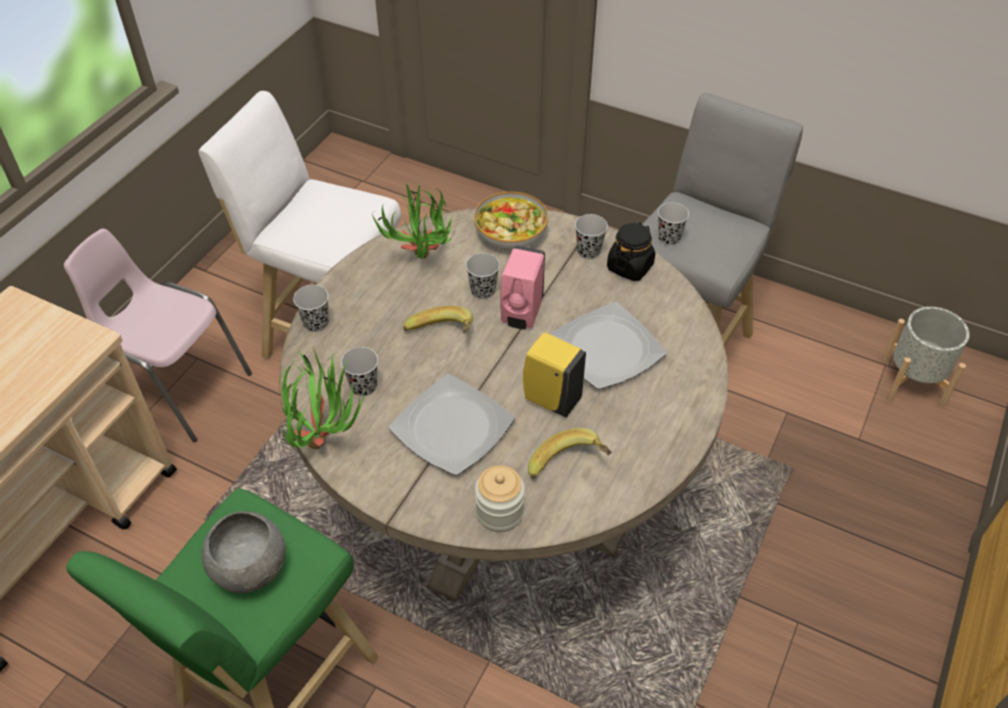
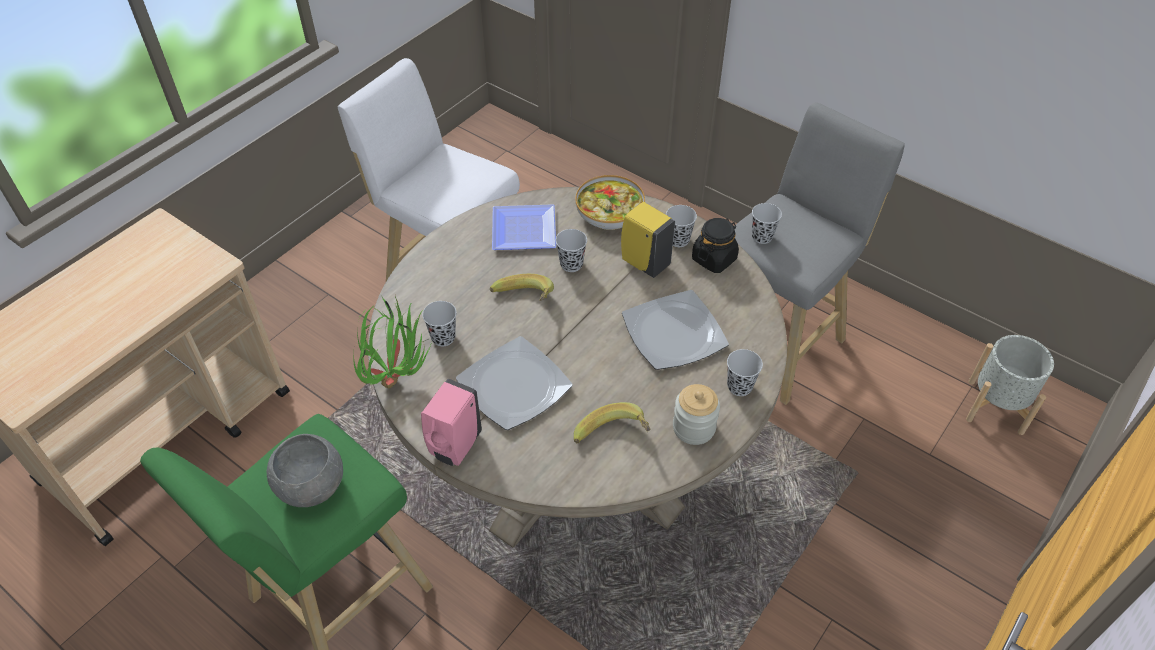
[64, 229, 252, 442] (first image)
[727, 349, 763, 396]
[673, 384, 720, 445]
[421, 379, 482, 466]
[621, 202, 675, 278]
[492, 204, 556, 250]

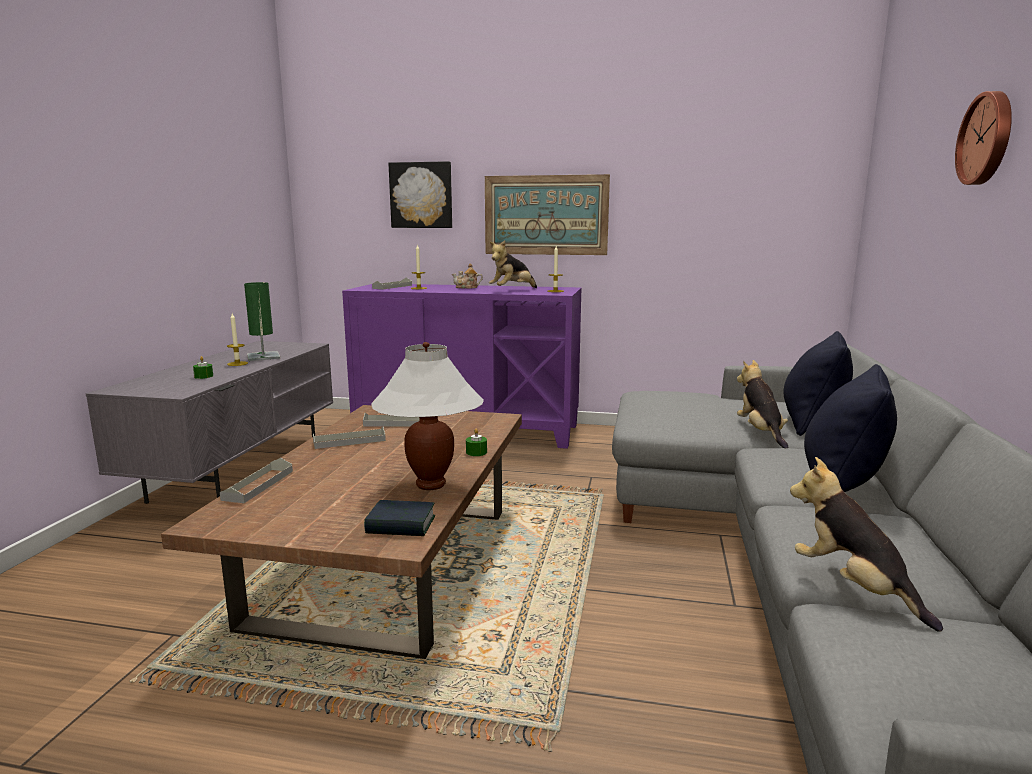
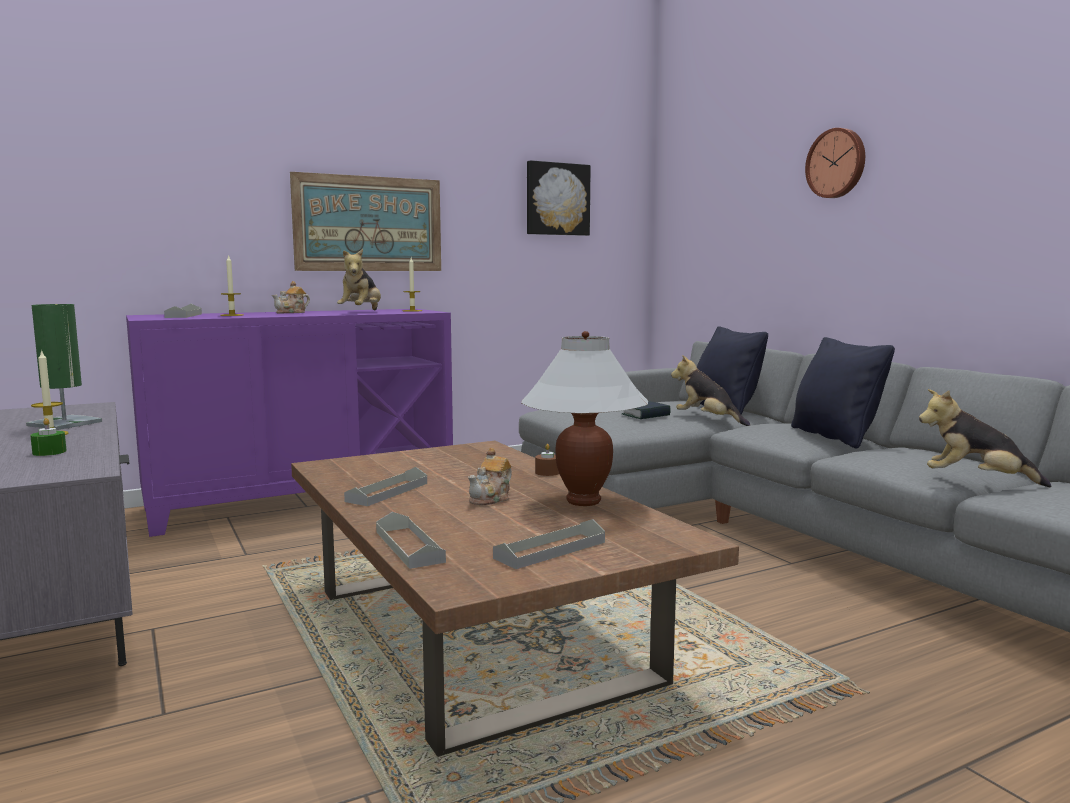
[468, 448, 512, 505]
[493, 519, 605, 569]
[622, 401, 671, 419]
[527, 160, 591, 236]
[535, 444, 559, 476]

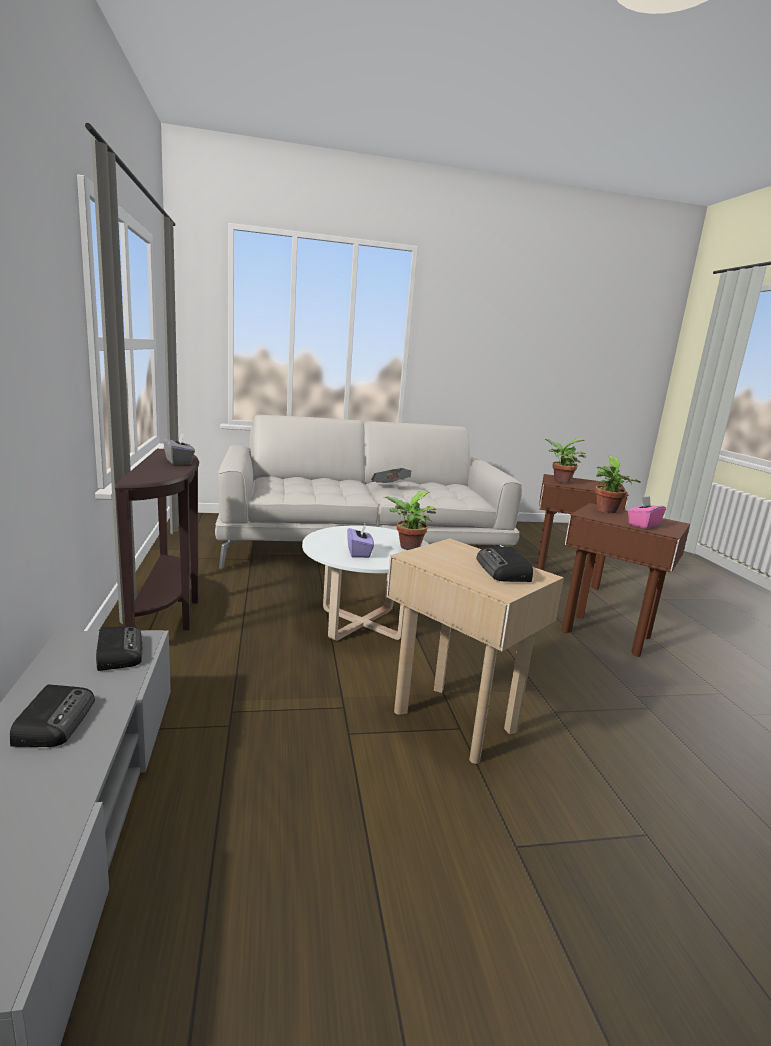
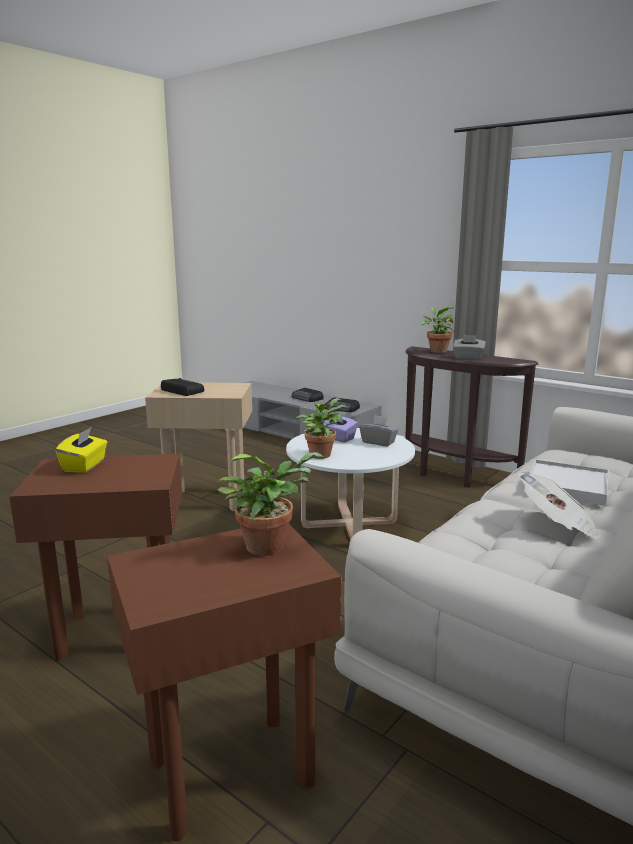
[359, 415, 398, 447]
[525, 459, 609, 506]
[421, 306, 455, 353]
[56, 428, 107, 473]

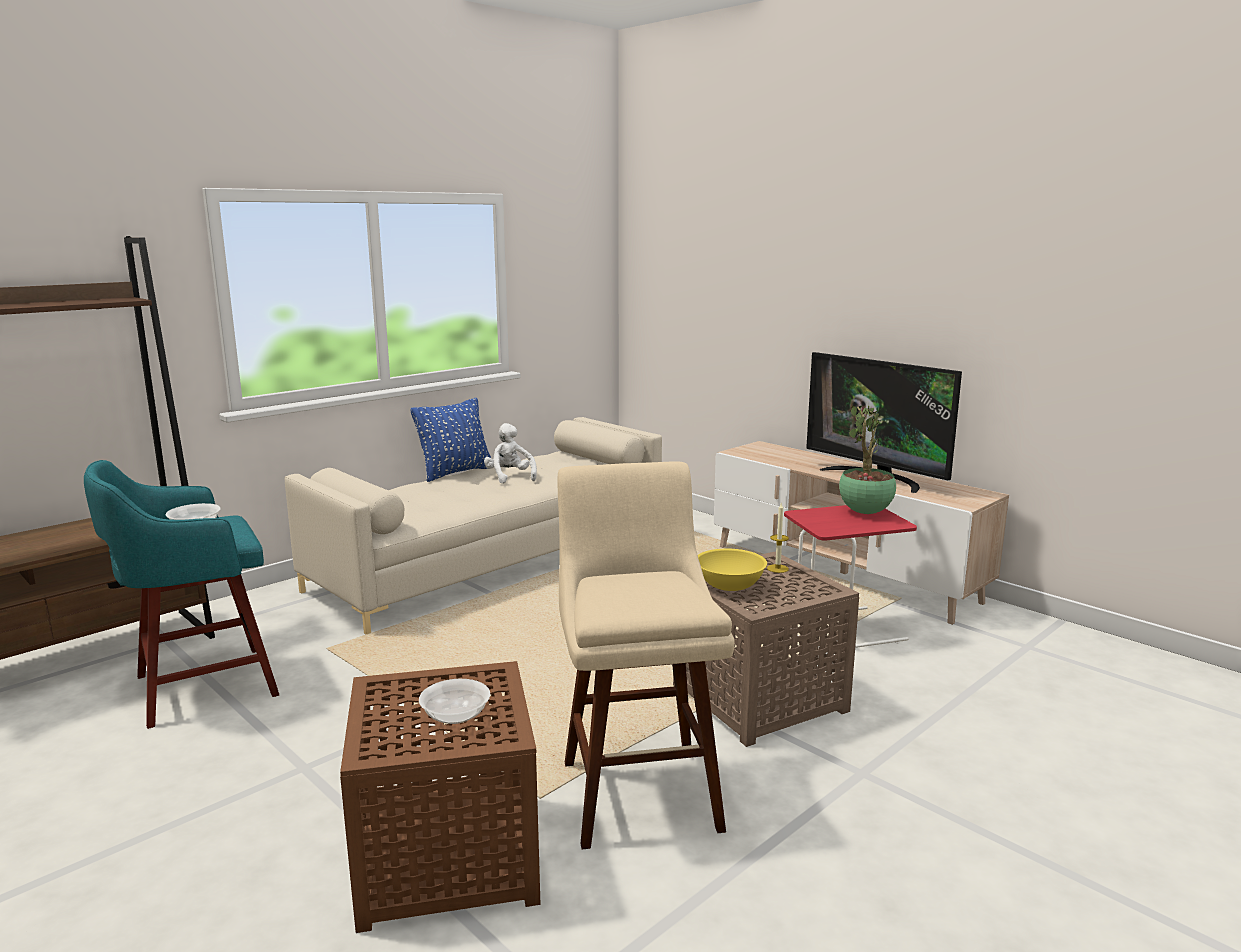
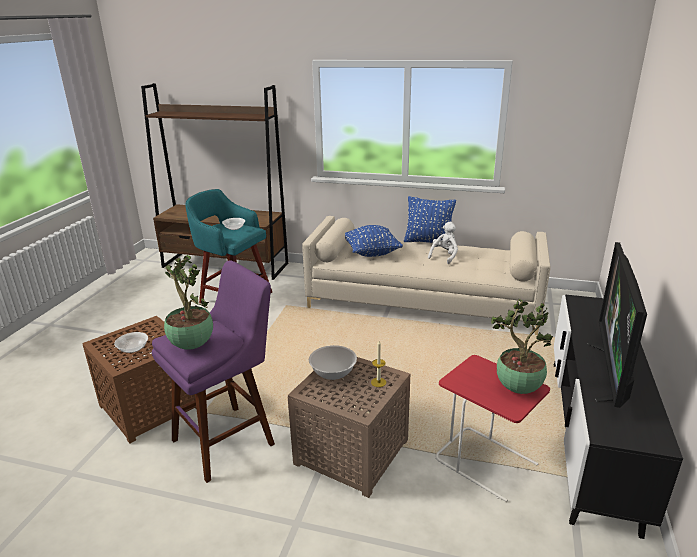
[164, 255, 213, 350]
[345, 225, 403, 257]
[152, 260, 275, 483]
[309, 345, 357, 380]
[554, 295, 683, 539]

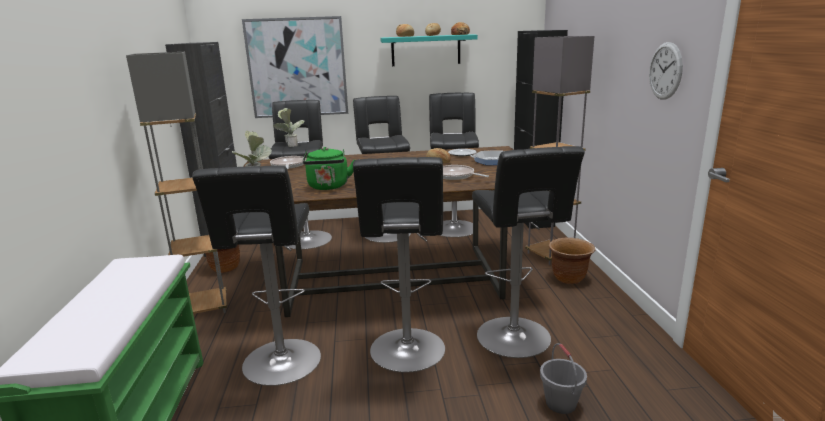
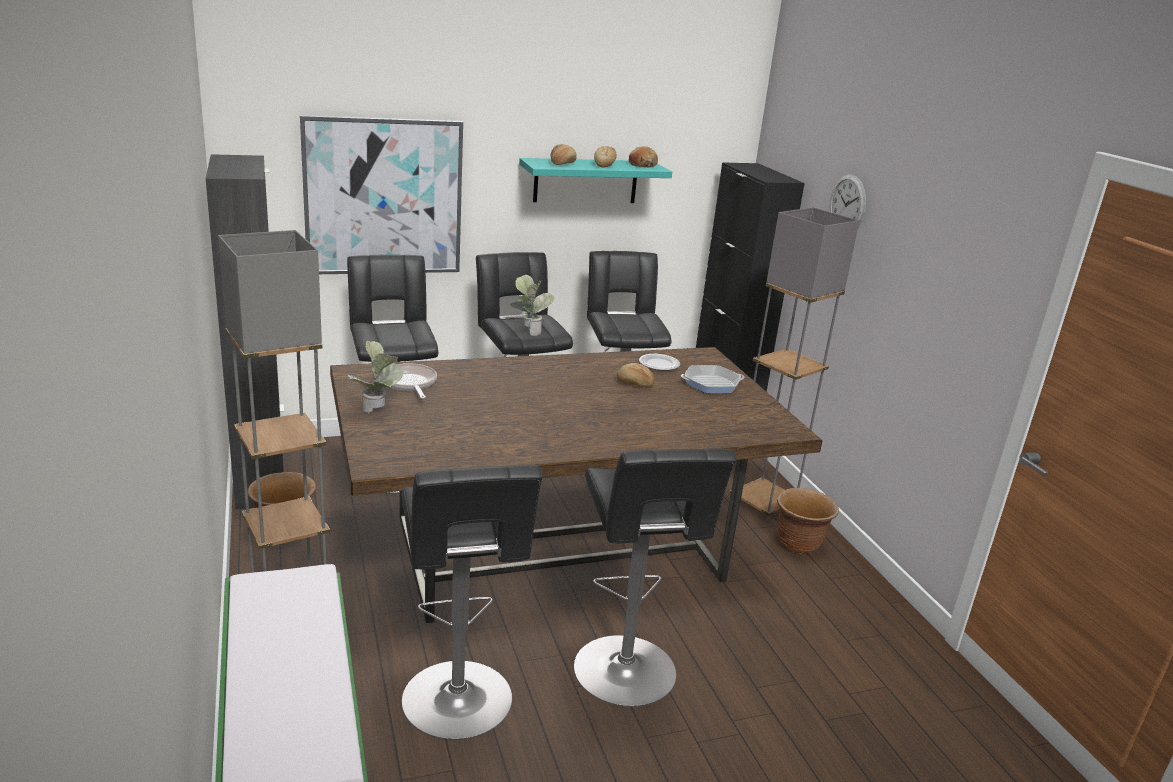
[303, 147, 355, 190] (first image)
[443, 165, 489, 180] (first image)
[472, 146, 585, 358] (first image)
[540, 343, 587, 414] (first image)
[510, 275, 555, 336]
[830, 174, 866, 228]

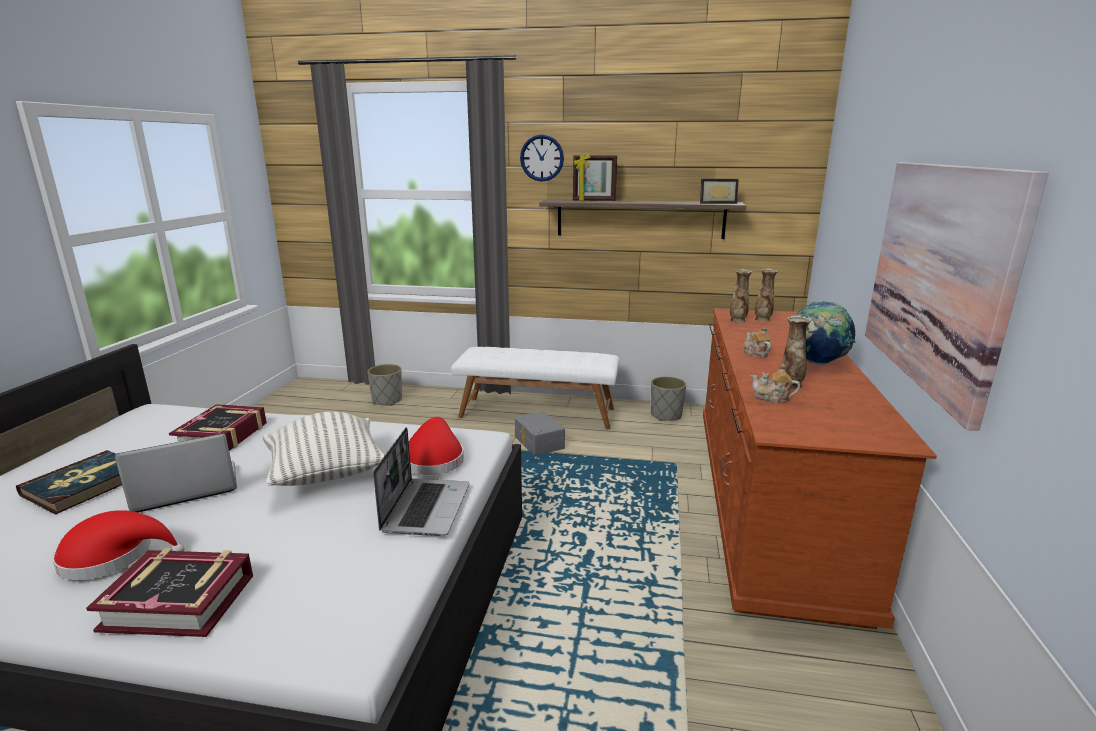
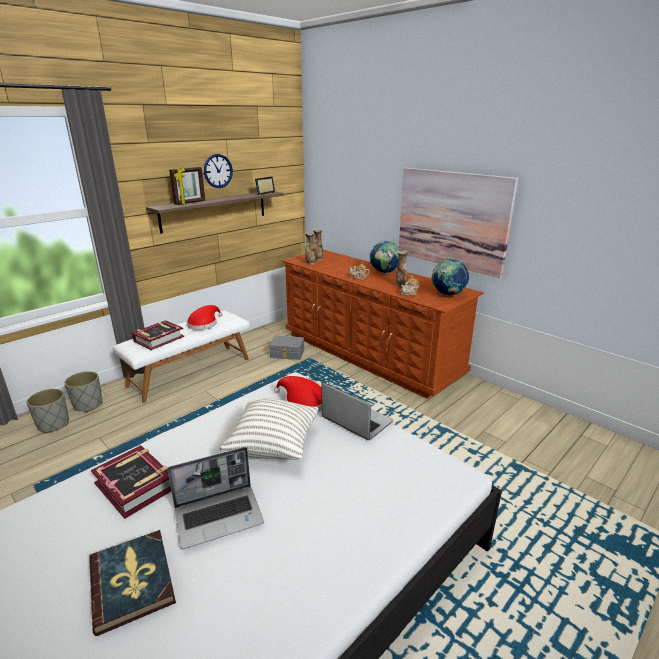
[431, 258, 469, 296]
[187, 305, 223, 330]
[132, 320, 184, 350]
[269, 336, 304, 360]
[204, 154, 233, 188]
[65, 371, 103, 412]
[167, 447, 264, 549]

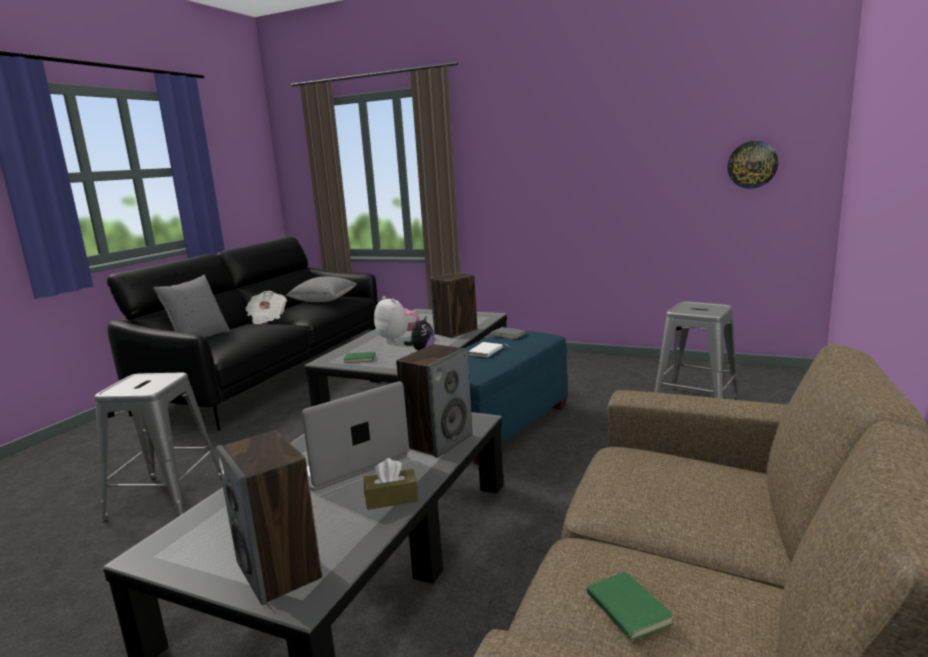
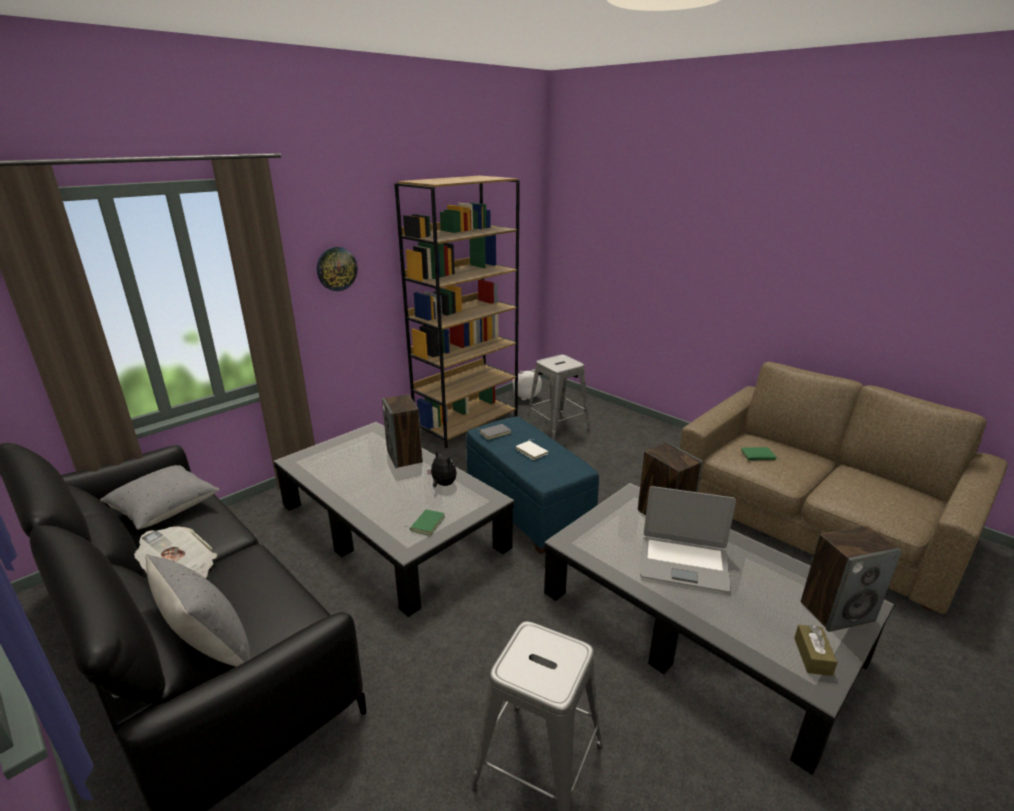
[394, 176, 520, 448]
[794, 625, 838, 676]
[512, 369, 542, 400]
[741, 447, 779, 461]
[317, 247, 357, 291]
[640, 486, 736, 592]

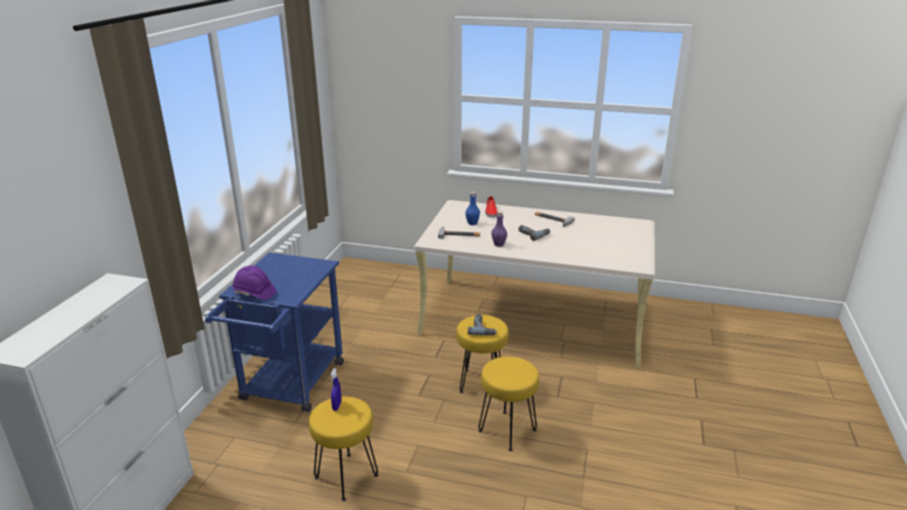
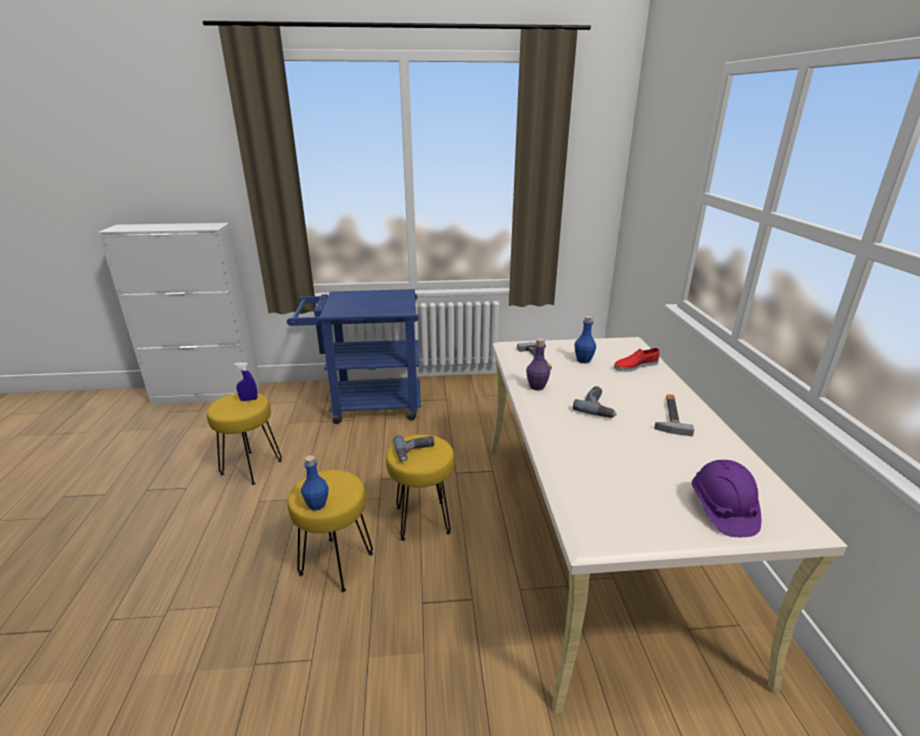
[301, 455, 329, 511]
[692, 460, 761, 537]

